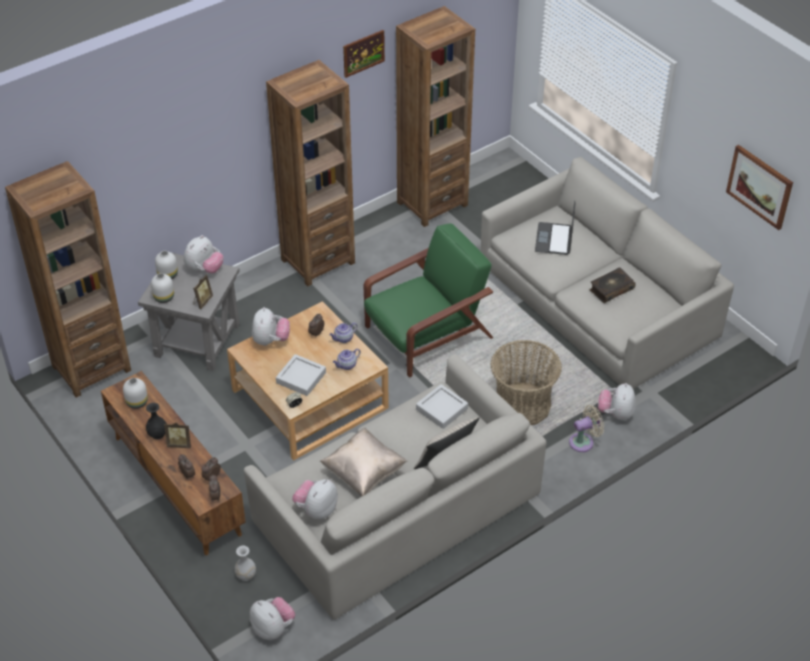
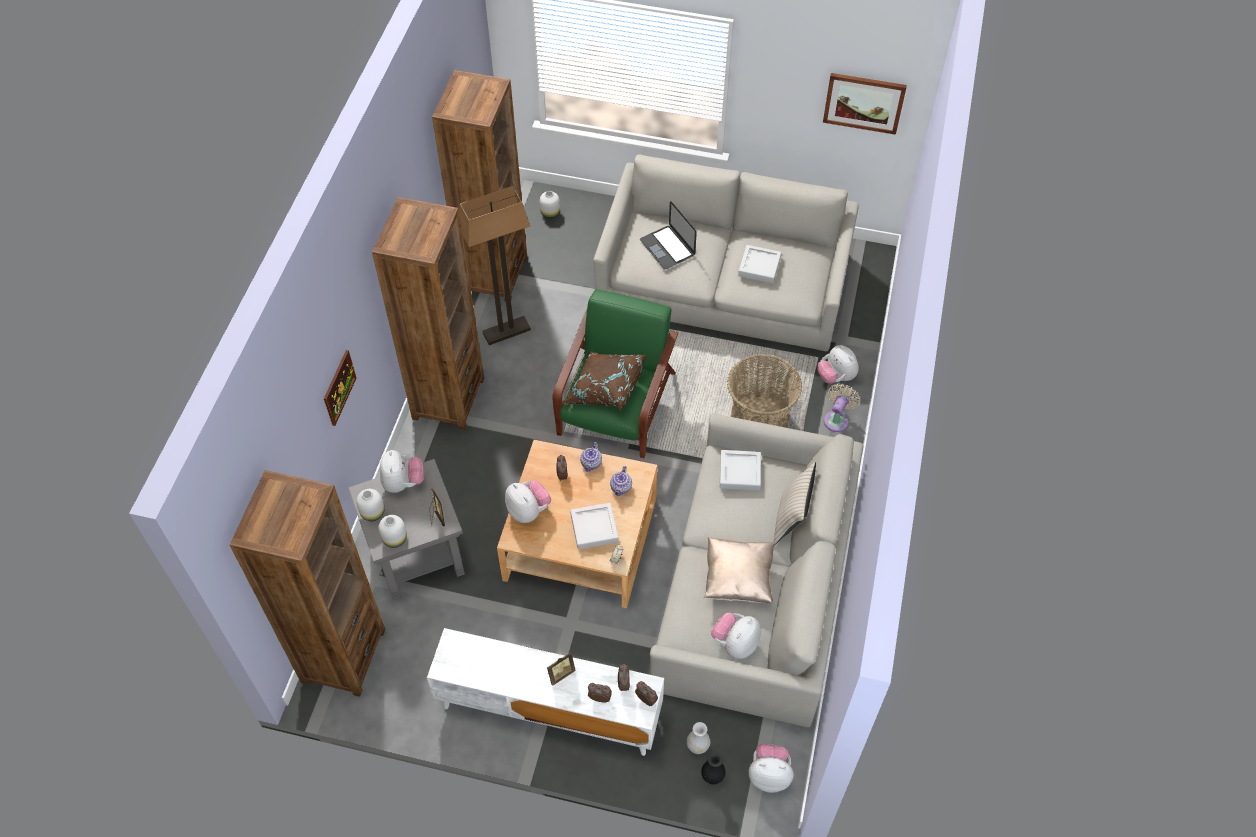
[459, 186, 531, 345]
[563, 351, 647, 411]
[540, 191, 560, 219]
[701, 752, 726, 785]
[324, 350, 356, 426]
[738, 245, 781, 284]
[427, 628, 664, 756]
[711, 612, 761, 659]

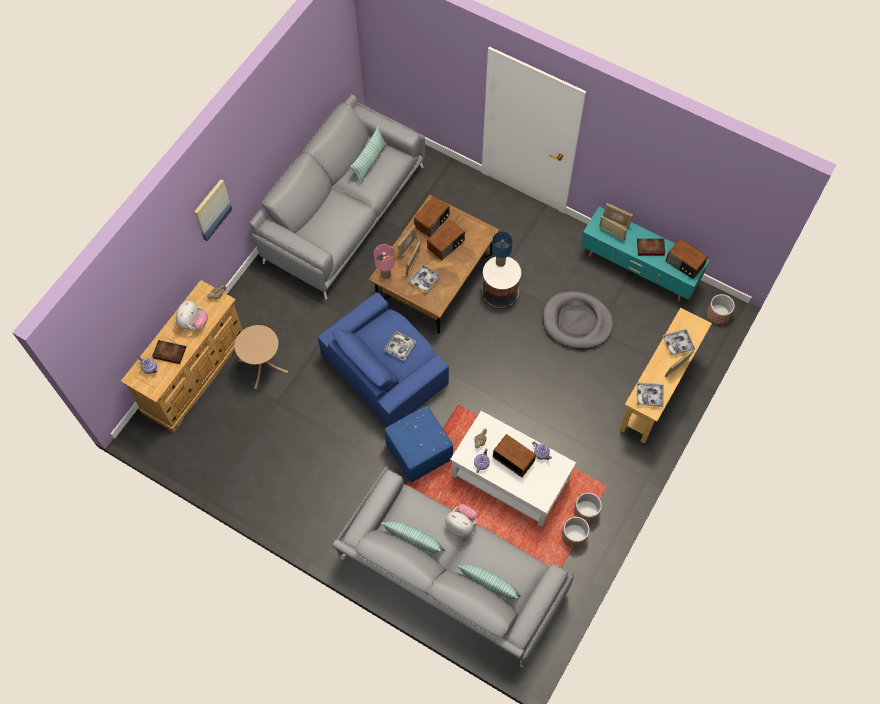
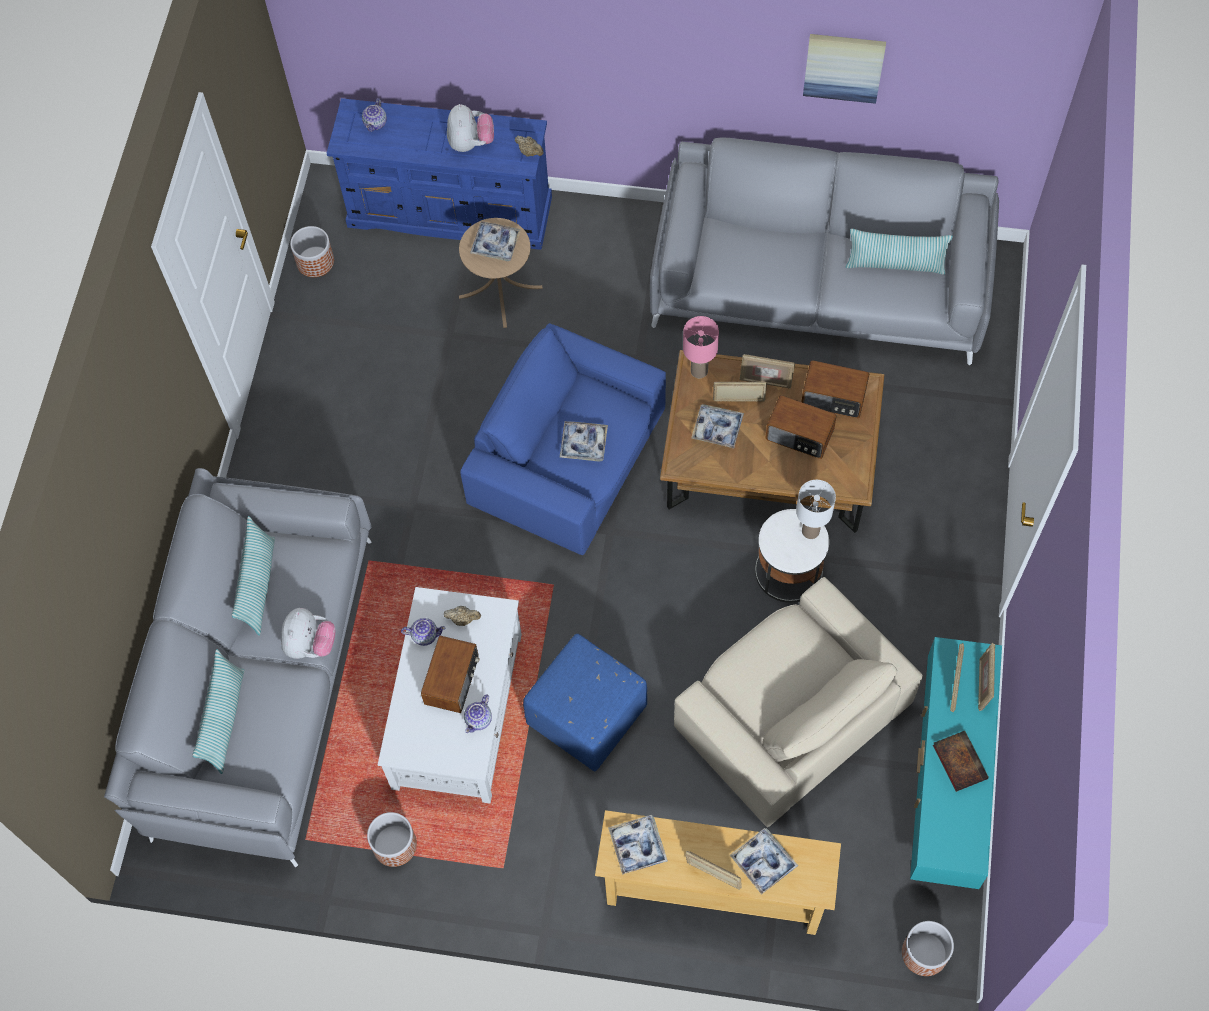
[152, 340, 186, 364] (first image)
[666, 239, 708, 279] (first image)
[470, 221, 521, 261]
[803, 34, 886, 104]
[523, 634, 647, 771]
[290, 226, 334, 277]
[674, 577, 923, 827]
[327, 98, 552, 250]
[796, 480, 836, 539]
[447, 104, 494, 152]

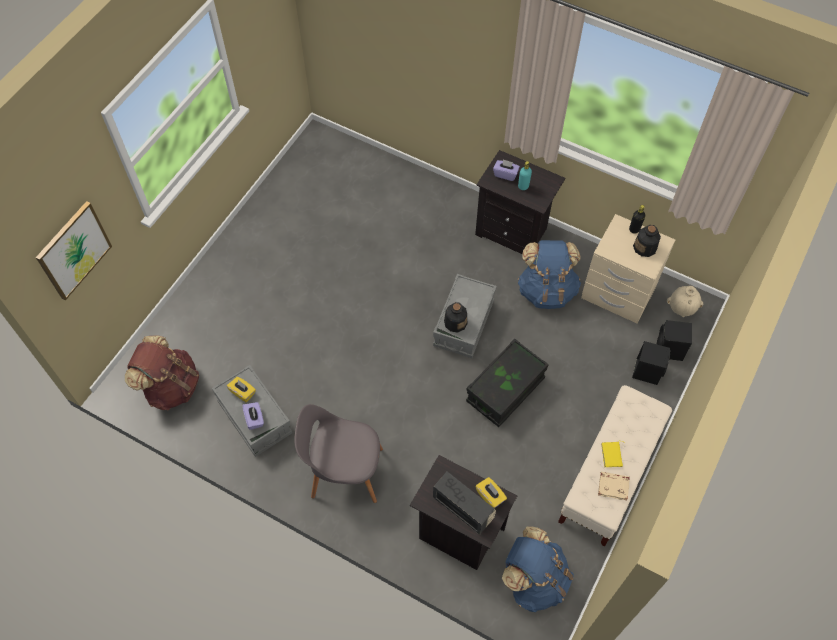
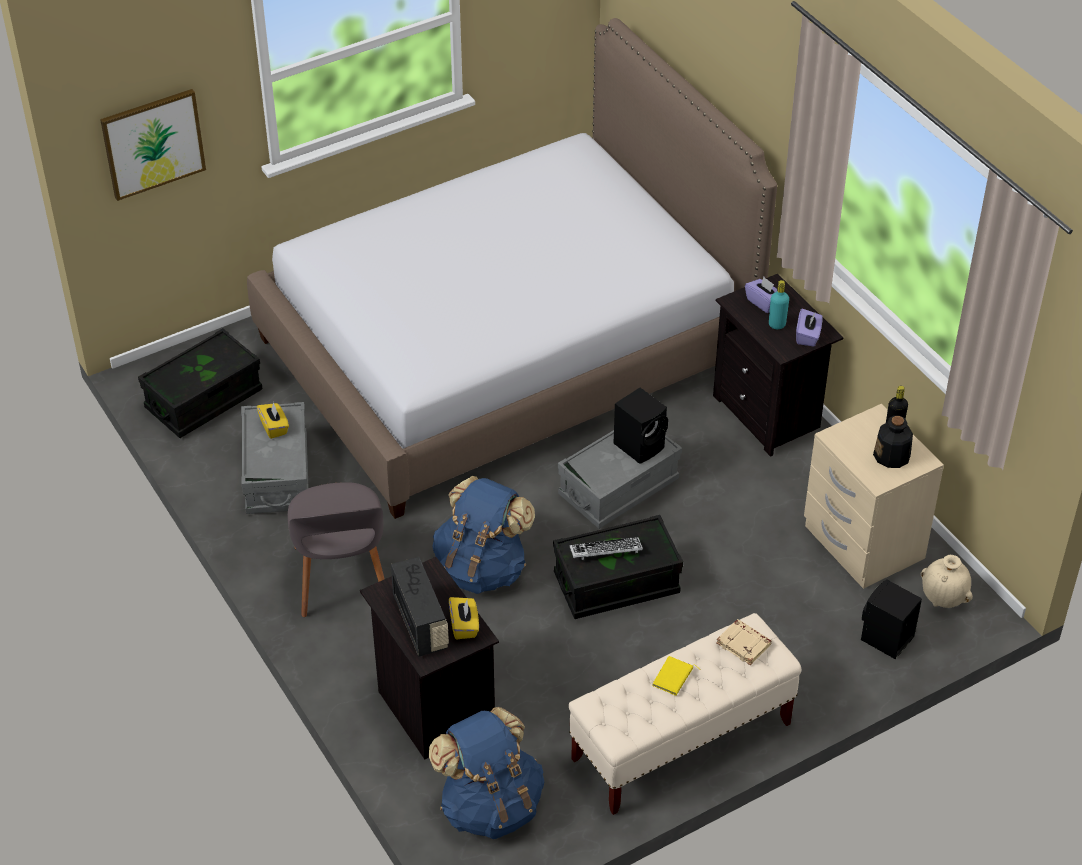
[444, 302, 467, 333] (first image)
[247, 18, 777, 519]
[570, 537, 643, 560]
[796, 309, 823, 346]
[432, 476, 535, 594]
[717, 619, 772, 665]
[613, 388, 668, 464]
[138, 328, 263, 438]
[288, 482, 385, 617]

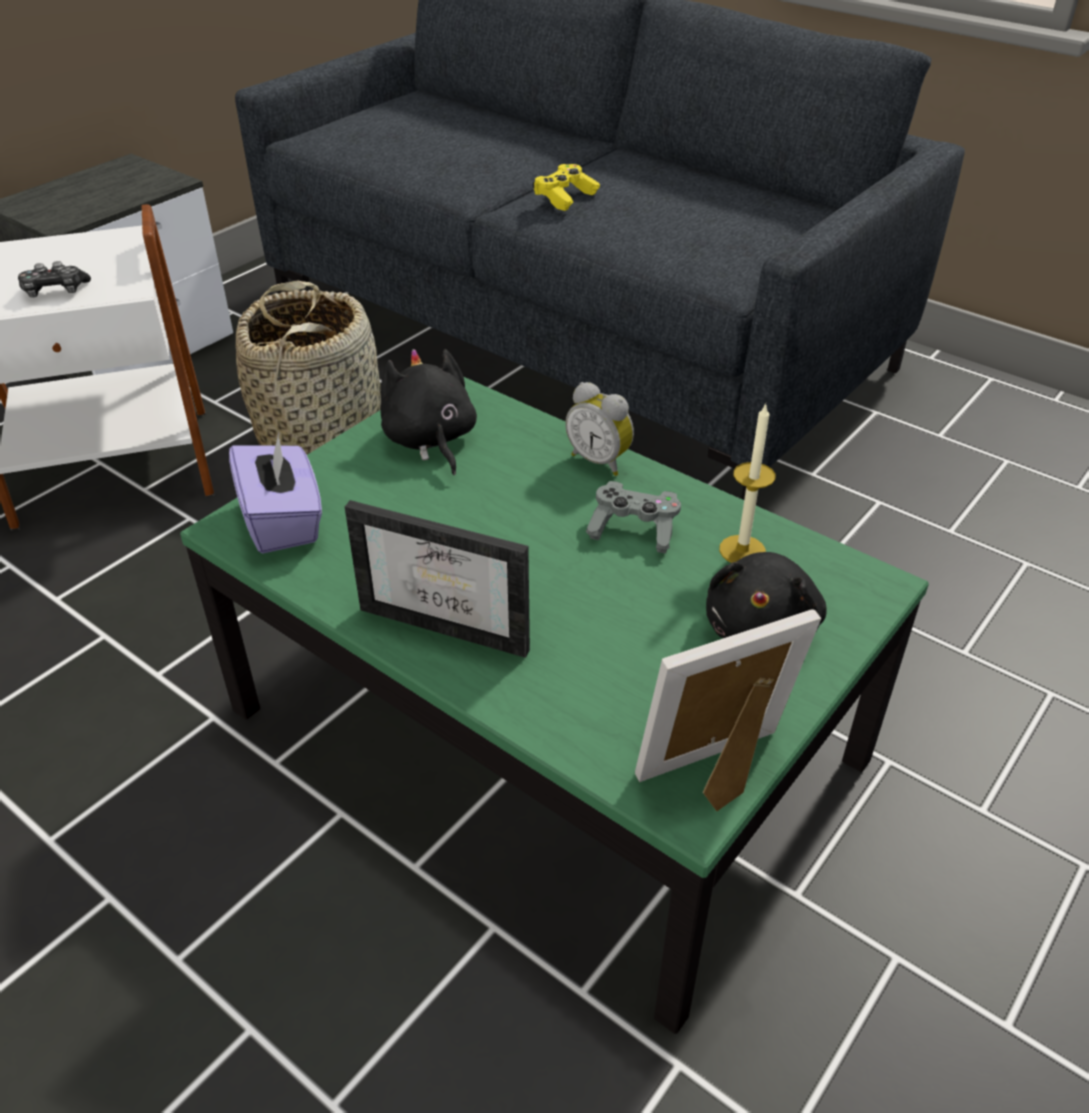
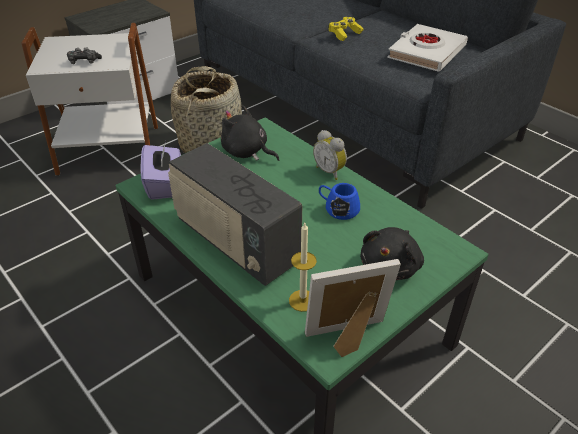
[387, 24, 468, 72]
[289, 223, 317, 312]
[168, 143, 302, 286]
[319, 183, 360, 220]
[221, 105, 279, 161]

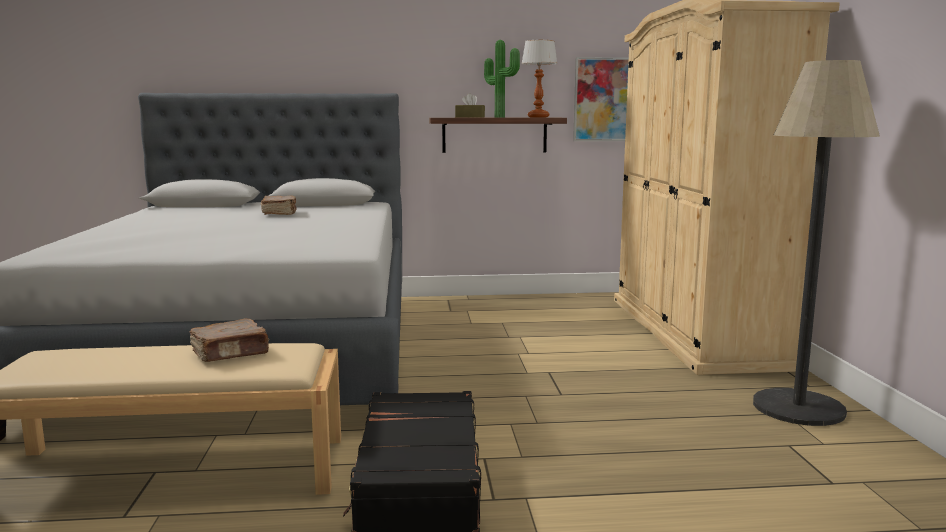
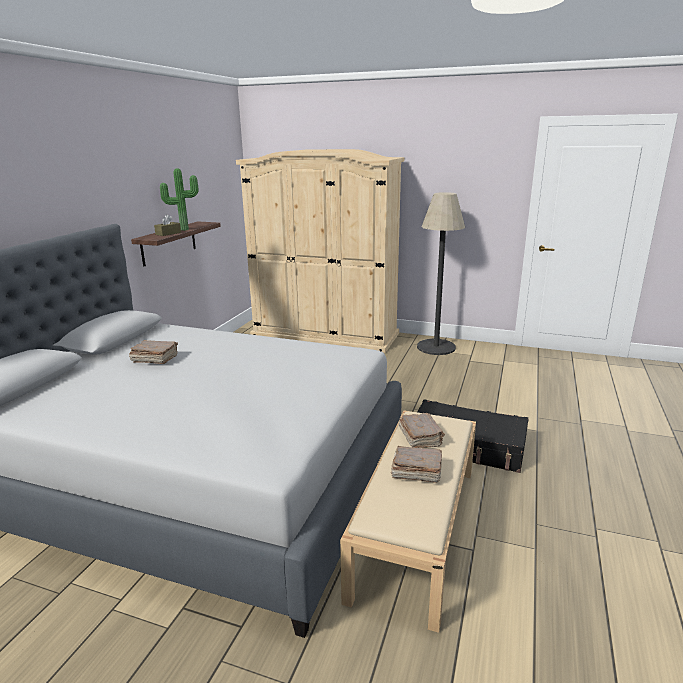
[521, 40, 558, 117] (first image)
[573, 57, 629, 141] (first image)
[391, 446, 442, 483]

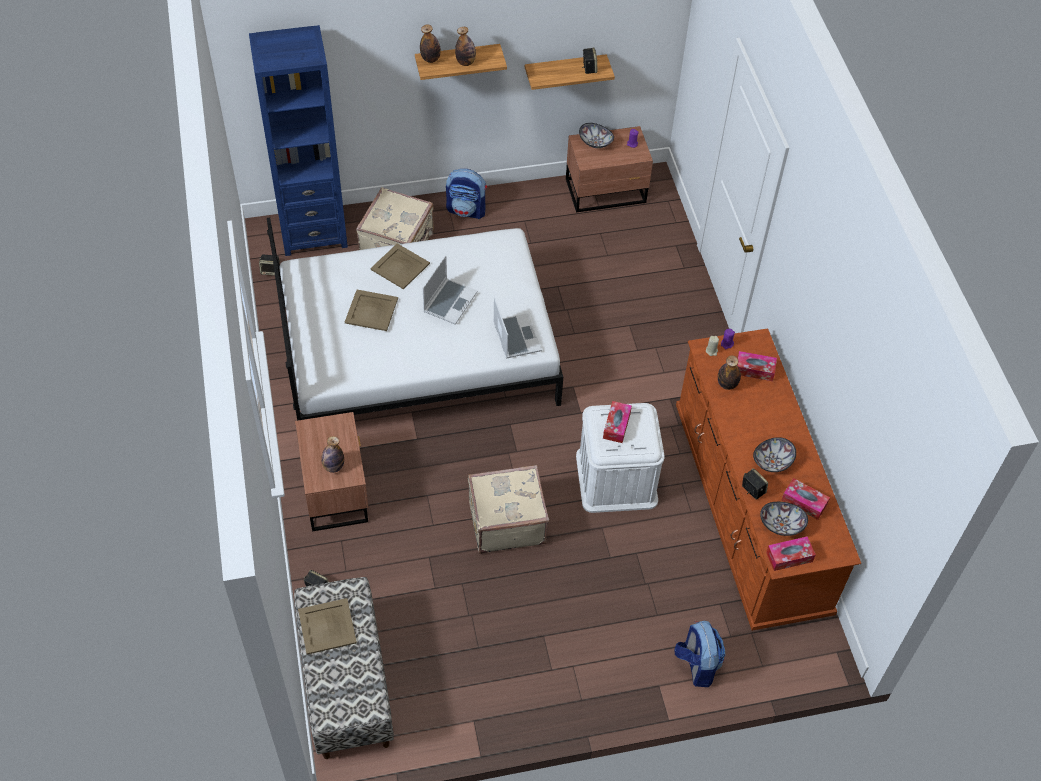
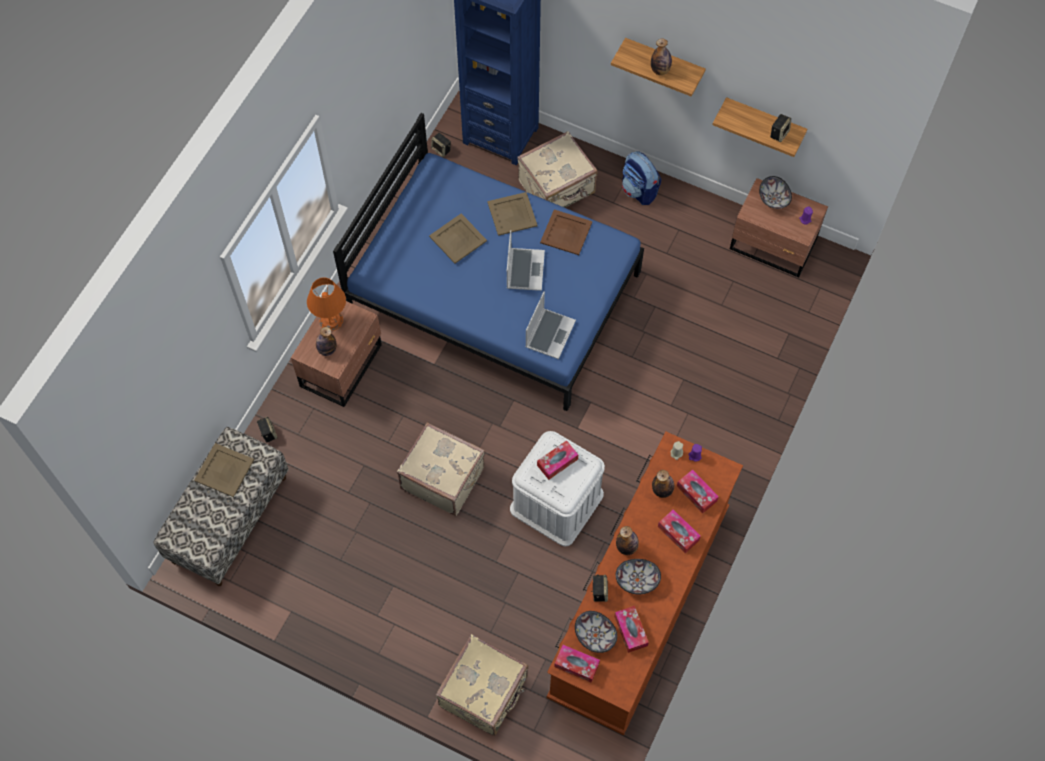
[307, 277, 346, 331]
[540, 209, 592, 255]
[658, 509, 701, 553]
[616, 526, 639, 555]
[436, 634, 528, 736]
[333, 113, 644, 411]
[507, 230, 545, 291]

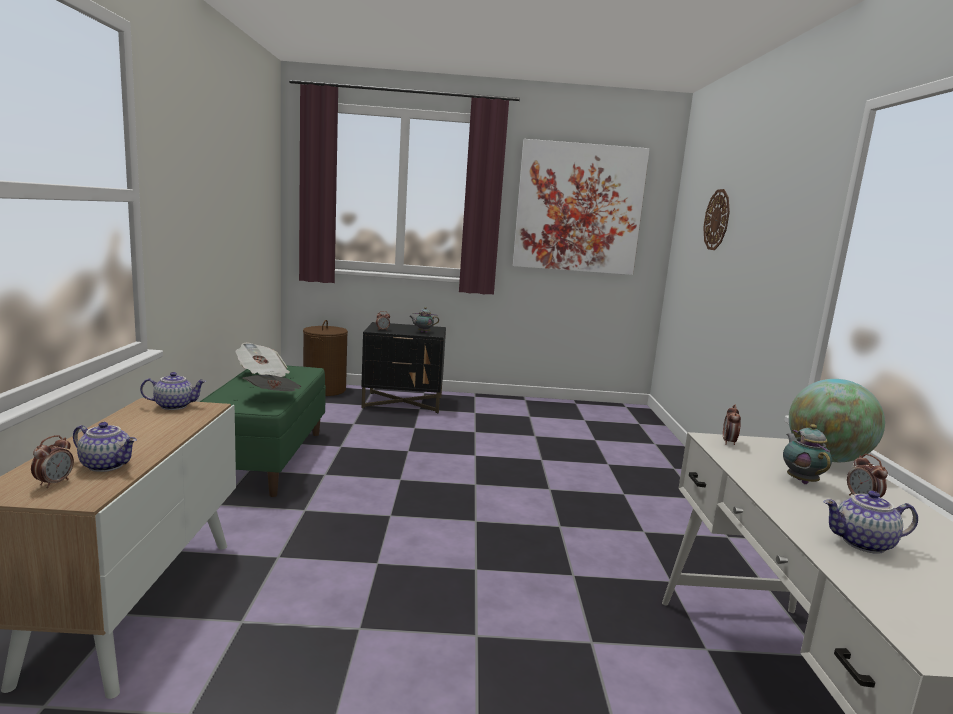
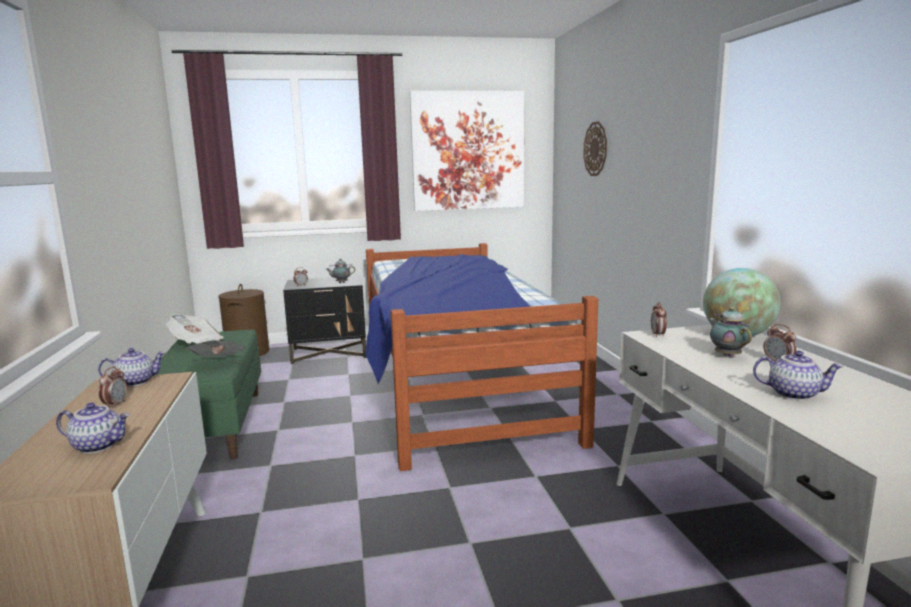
[365, 243, 598, 471]
[99, 367, 127, 408]
[753, 351, 843, 400]

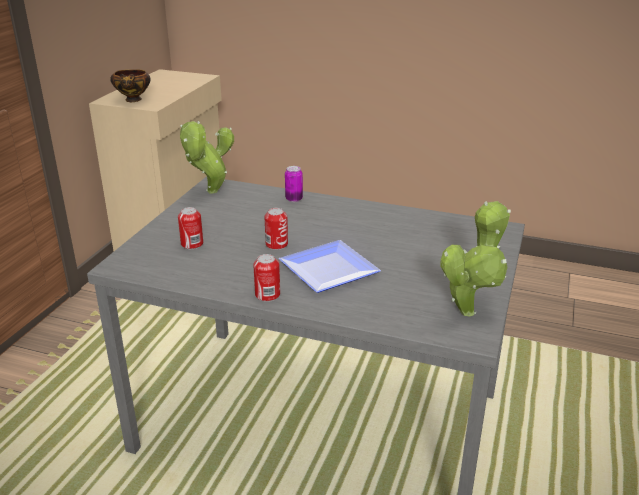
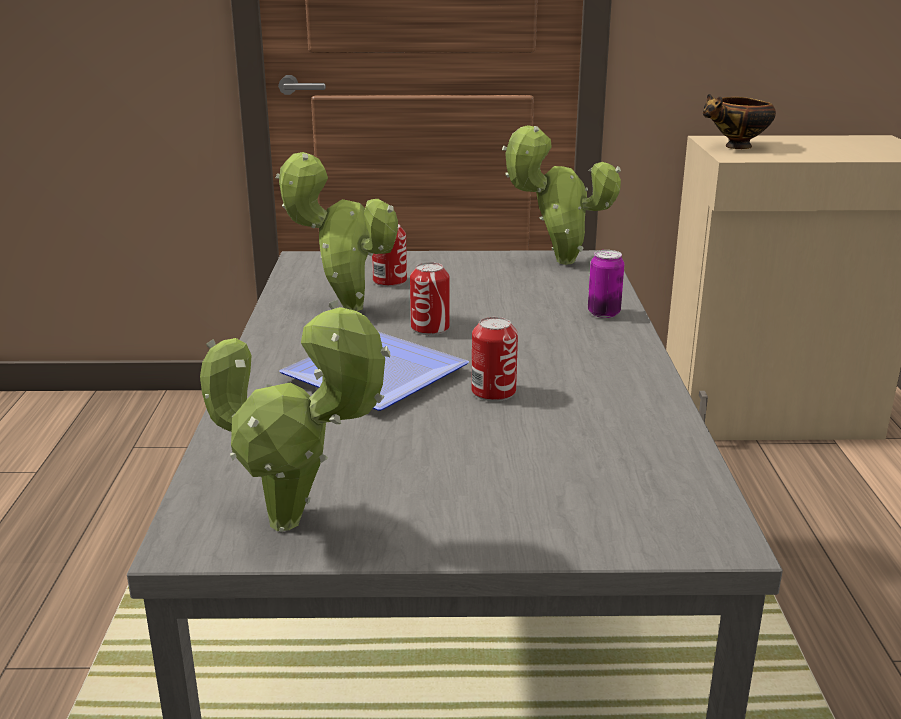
[276, 152, 398, 311]
[471, 317, 518, 401]

